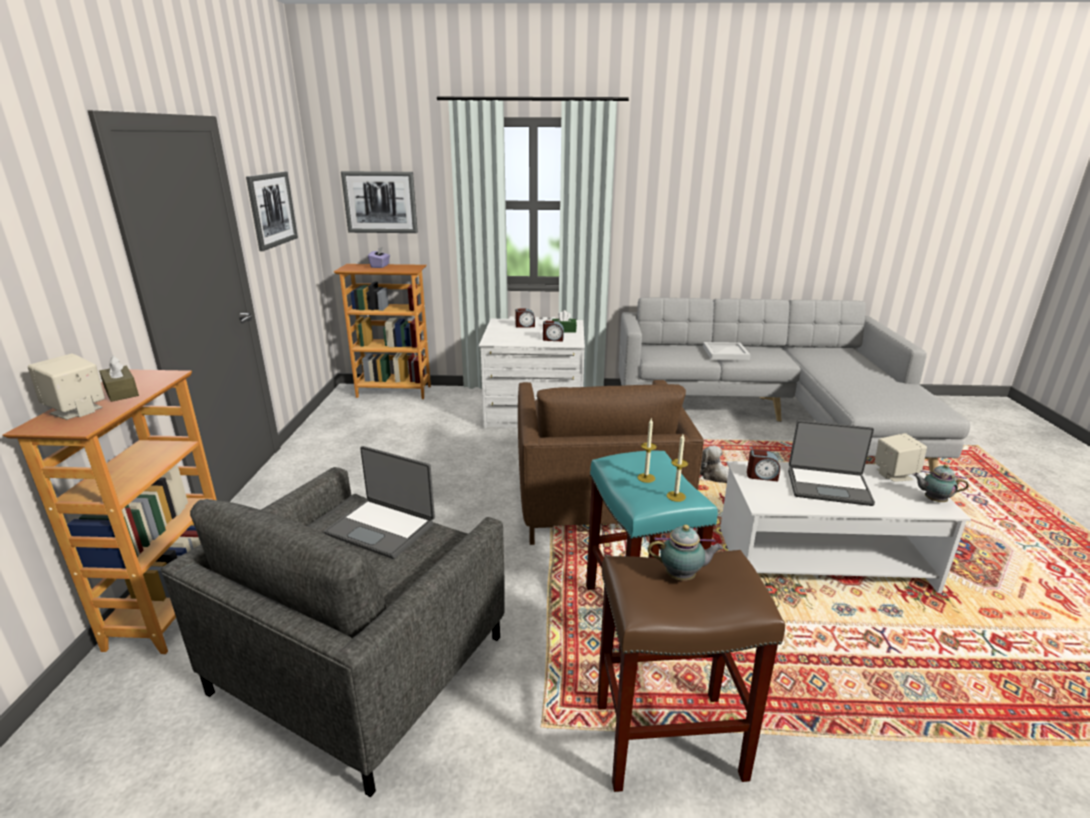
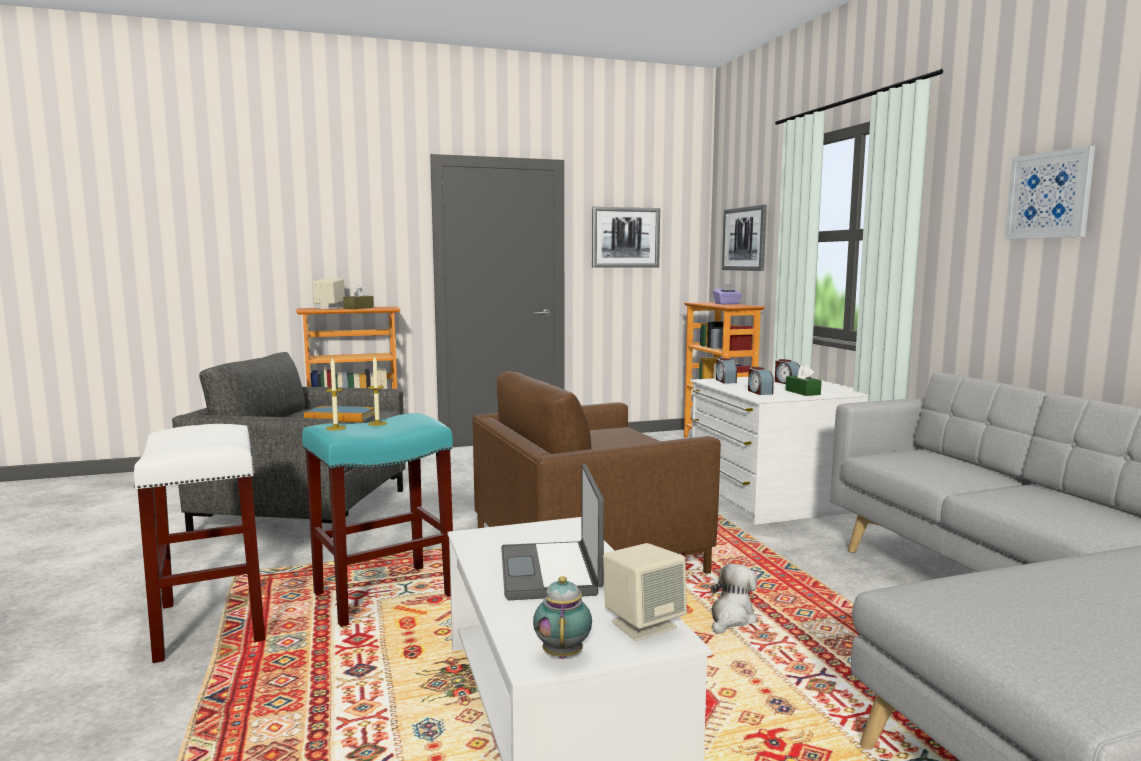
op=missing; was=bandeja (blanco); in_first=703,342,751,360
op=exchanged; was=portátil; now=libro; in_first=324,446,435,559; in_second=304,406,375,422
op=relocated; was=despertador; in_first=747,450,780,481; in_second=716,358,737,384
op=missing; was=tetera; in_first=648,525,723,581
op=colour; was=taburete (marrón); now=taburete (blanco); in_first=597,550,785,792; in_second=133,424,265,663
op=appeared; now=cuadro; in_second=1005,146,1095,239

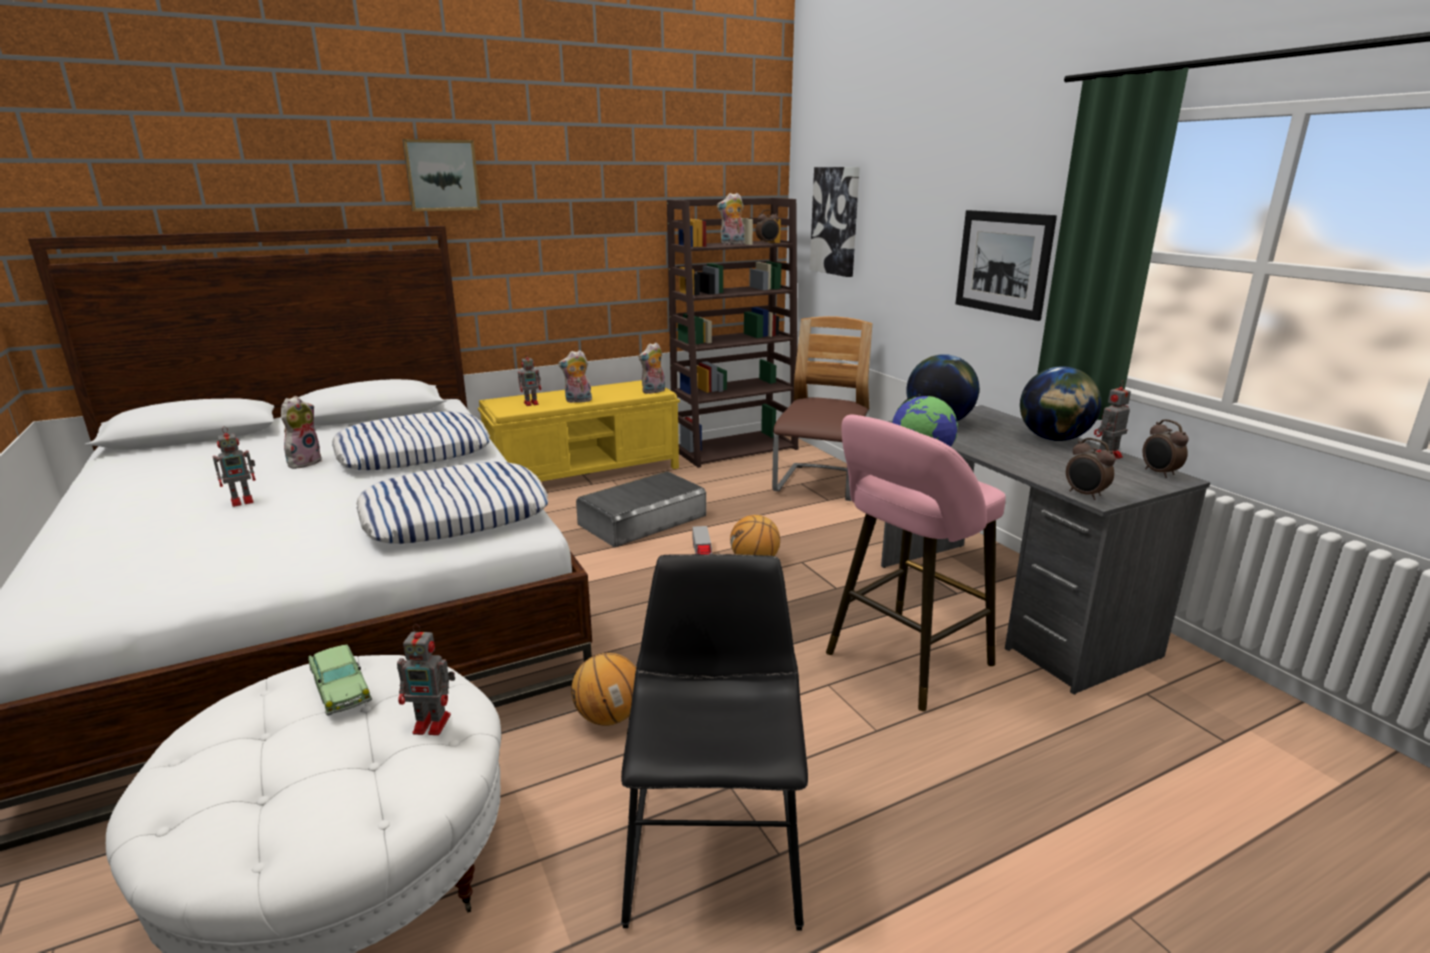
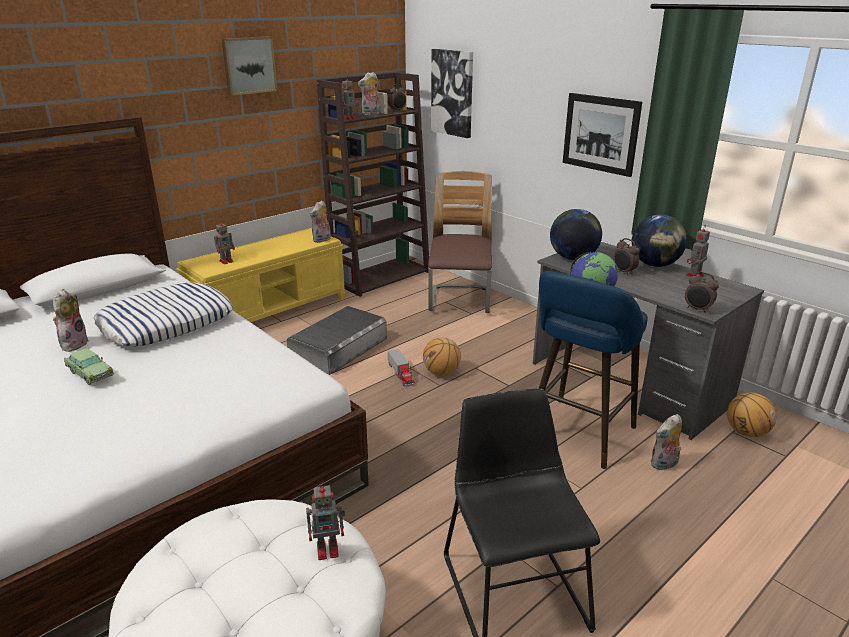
op=relocated; was=cuadro; in_first=402,139,481,211; in_second=221,36,278,96
op=relocated; was=peluche; in_first=558,350,592,403; in_second=650,414,682,470
op=colour; was=taburete (rosa); now=taburete (azul); in_first=826,414,1006,711; in_second=539,271,648,469
op=relocated; was=despertador; in_first=1143,419,1189,478; in_second=613,238,639,275
op=relocated; was=robot de juguete; in_first=213,426,256,507; in_second=342,76,358,120
op=missing; was=cojín; in_first=357,462,548,544
op=relocated; was=coche de juguete; in_first=308,644,372,716; in_second=64,348,114,385
op=relocated; was=balón de baloncesto; in_first=571,653,636,726; in_second=727,393,777,437

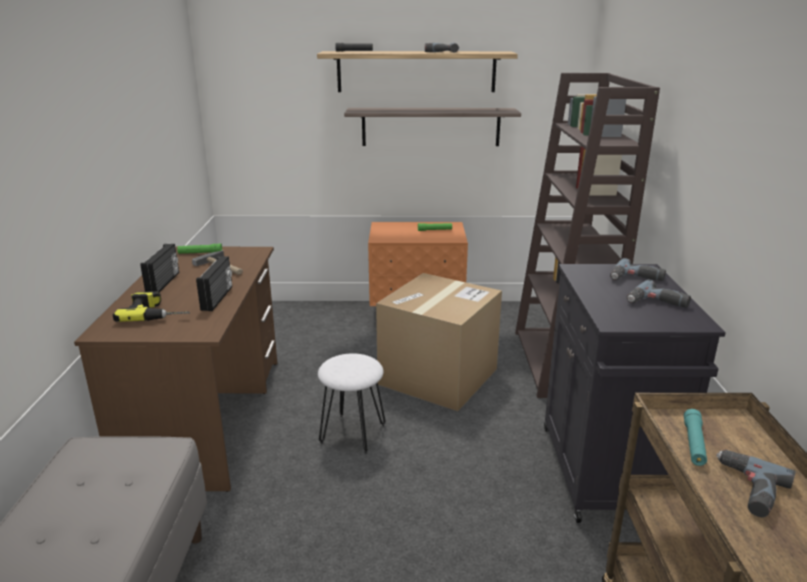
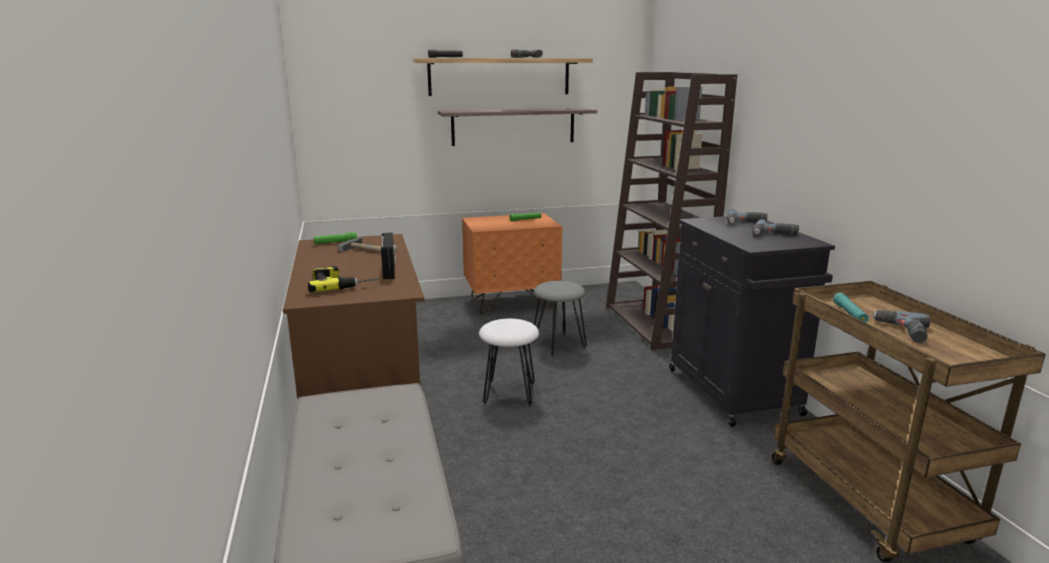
op=missing; was=radio; in_first=140,244,179,292
op=exchanged; was=caja de cartón; now=taburete (gris); in_first=376,273,502,411; in_second=532,281,587,357

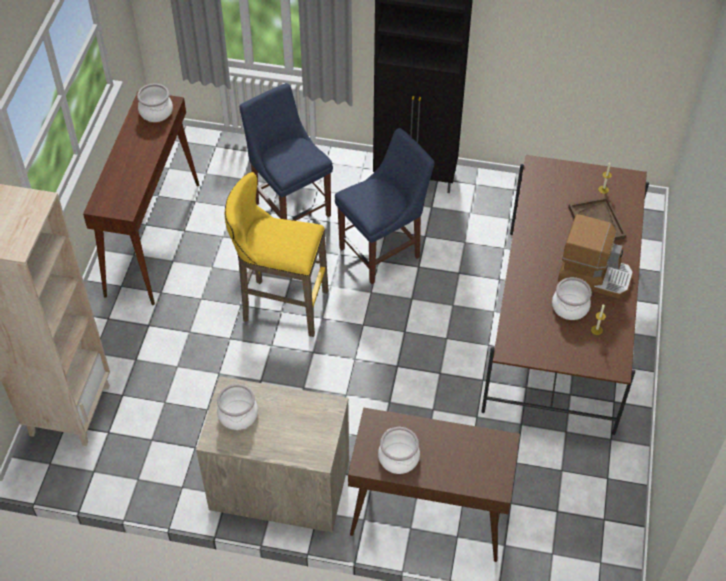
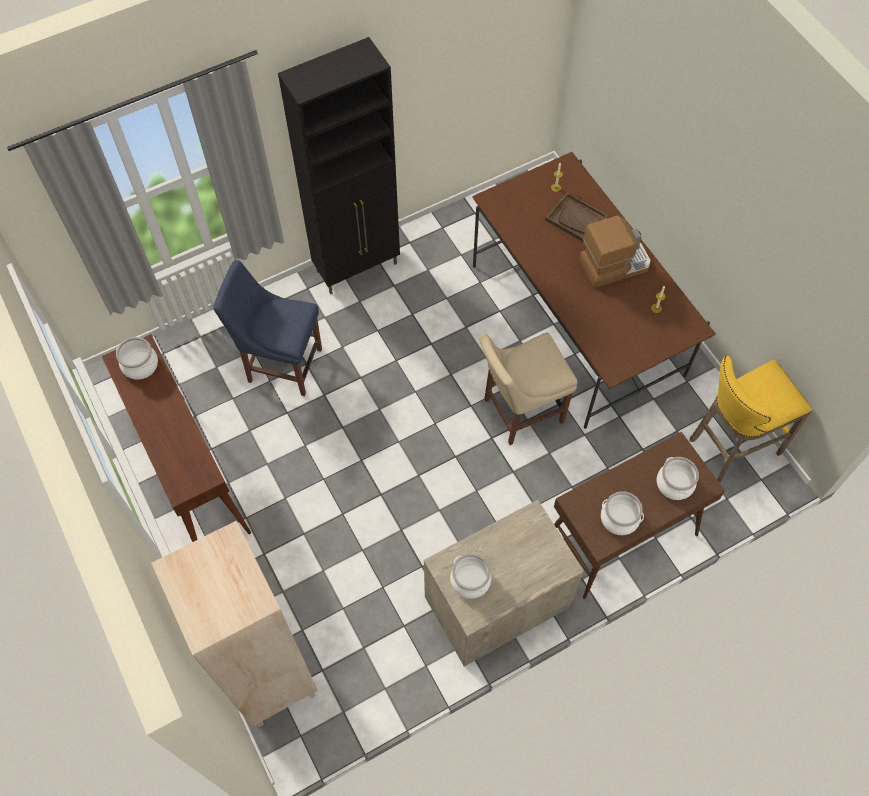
op=missing; was=silla (azul); in_first=335,128,435,284
op=relocated; was=taburete (amarillo); in_first=225,172,328,337; in_second=689,356,812,483
op=relocated; was=olla; in_first=552,277,592,320; in_second=657,457,699,500
op=appeared; now=silla (beis); in_second=479,333,578,445

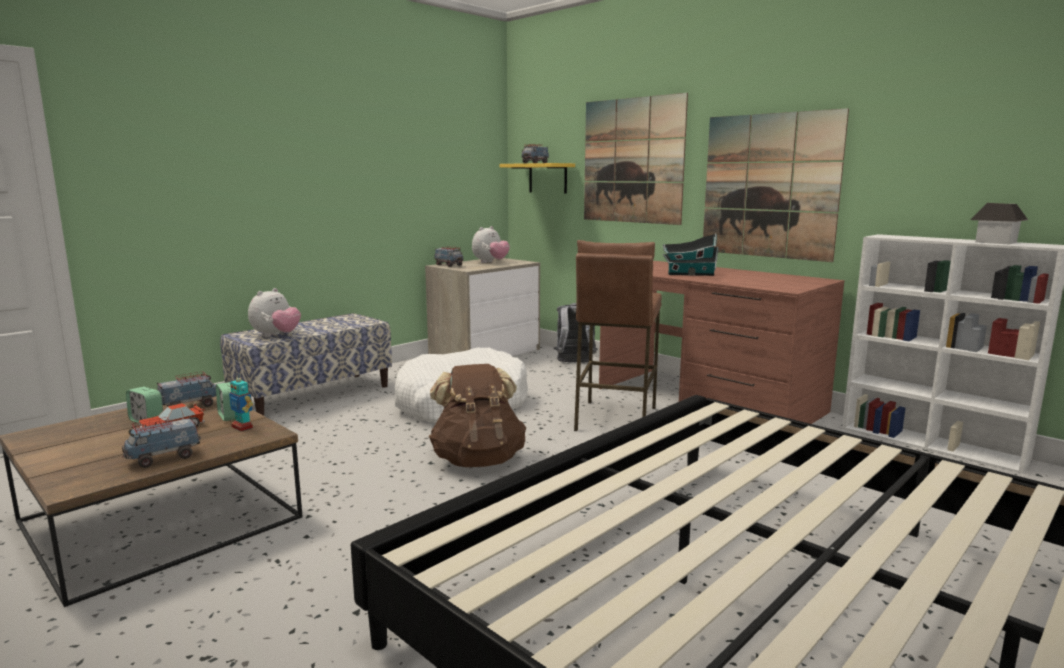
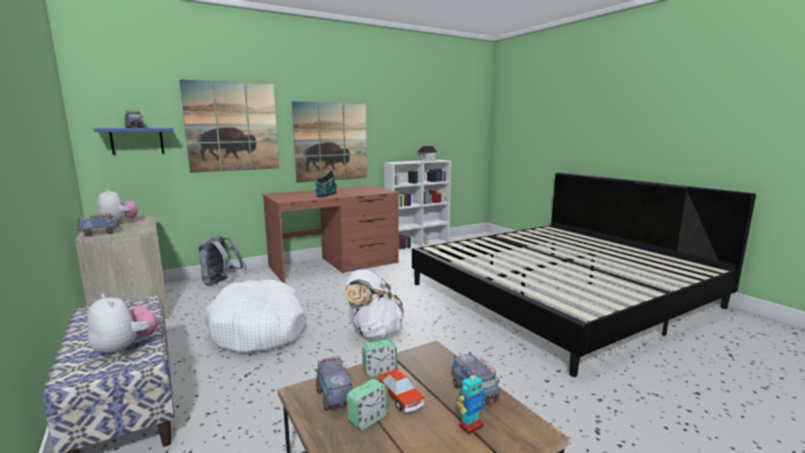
op=colour; was=estante (amarillo); now=estante (azul); in_first=500,163,575,193; in_second=94,128,174,155
op=missing; was=taburete (marrón); in_first=574,240,662,431
op=colour; was=mochila (marrón); now=mochila (blanco); in_first=429,364,526,467; in_second=343,269,404,339
op=relocated; was=robot de juguete; in_first=229,373,253,431; in_second=457,371,485,434

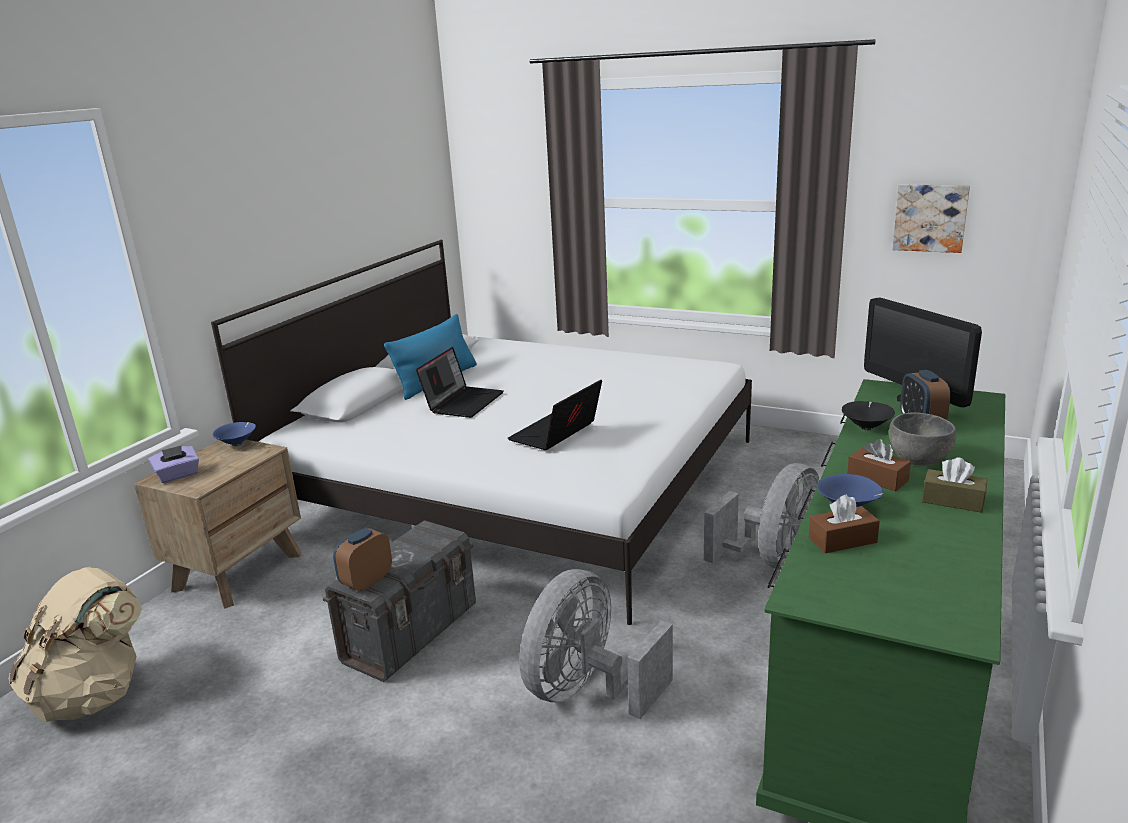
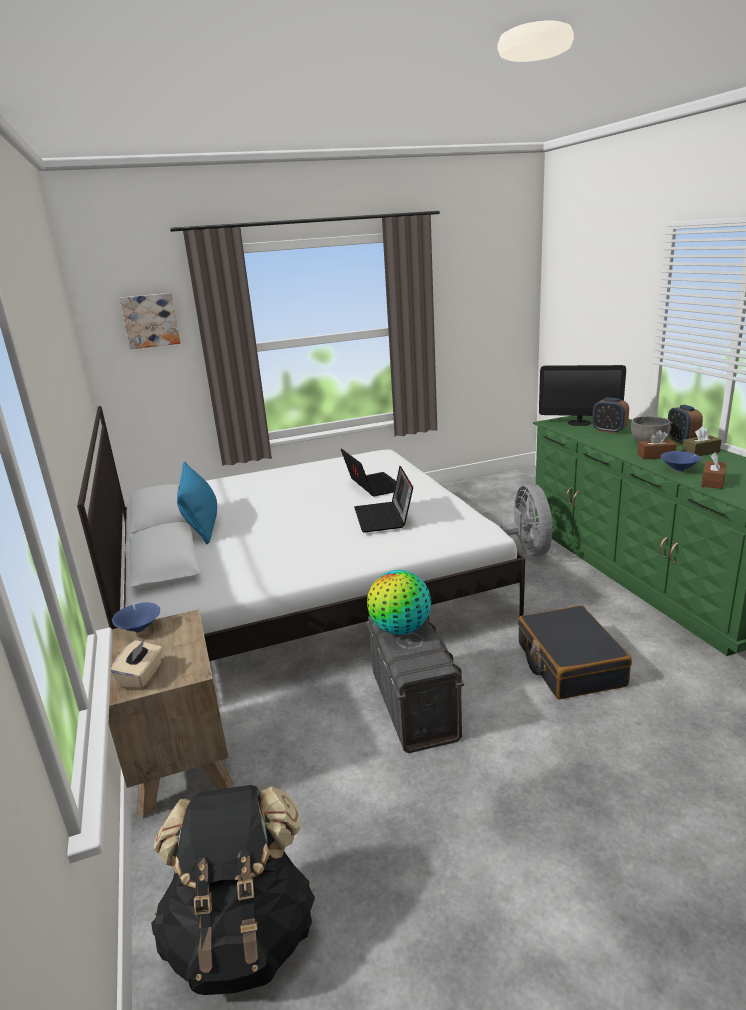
op=relocated; was=cuadro; in_first=892,185,970,253; in_second=119,293,180,349
op=relocated; was=portátil; in_first=416,347,504,418; in_second=341,448,396,497
op=missing; was=cuenco (negro); in_first=842,401,895,430
op=colour; was=caja de pañuelos (morado); now=caja de pañuelos (beis); in_first=148,446,199,483; in_second=110,640,162,689
op=relocated; was=despertador; in_first=333,528,392,591; in_second=668,405,703,444
op=colour; was=mochila (beis); now=mochila (negro); in_first=9,567,142,722; in_second=151,785,315,995
op=exchanged; was=ventilador (gris); now=maleta (negro); in_first=519,569,673,719; in_second=518,605,632,700
op=appeared; now=globo terráqueo; in_second=367,570,431,635

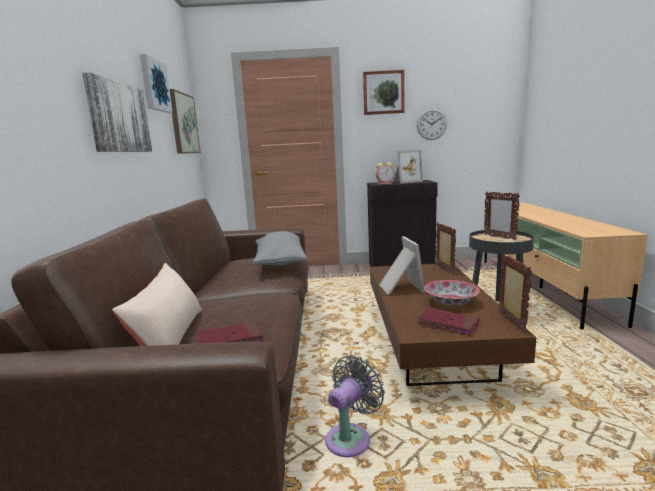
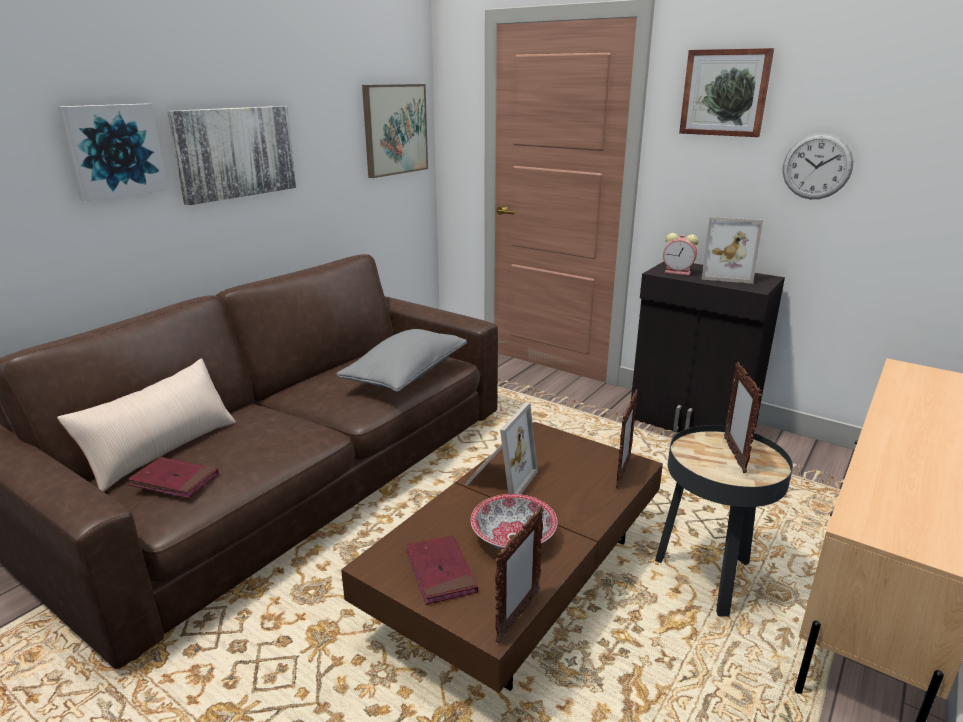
op=relocated; was=cuadro; in_first=140,54,173,113; in_second=58,104,168,201
op=missing; was=ventilador (gris); in_first=325,355,385,457

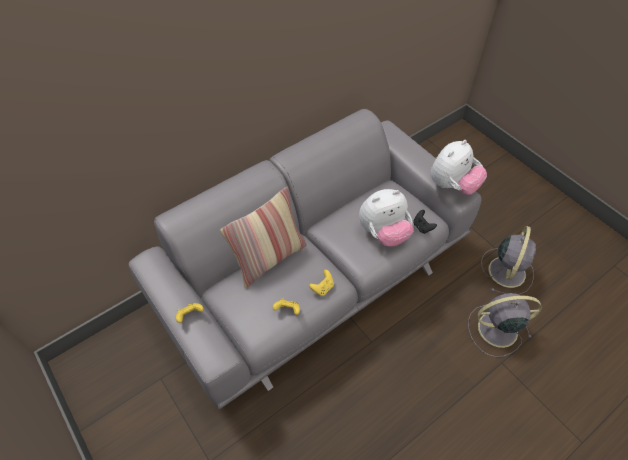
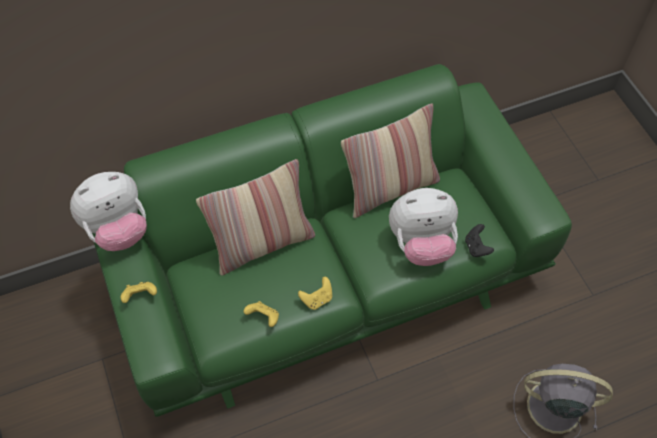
op=colour; was=sofá (gris); now=sofá (verde); in_first=129,109,481,409; in_second=92,64,572,417
op=relocated; was=peluche; in_first=430,140,487,195; in_second=70,172,147,251
op=missing; was=ventilador (gris); in_first=481,226,536,295
op=appeared; now=cojín; in_second=341,104,440,218

